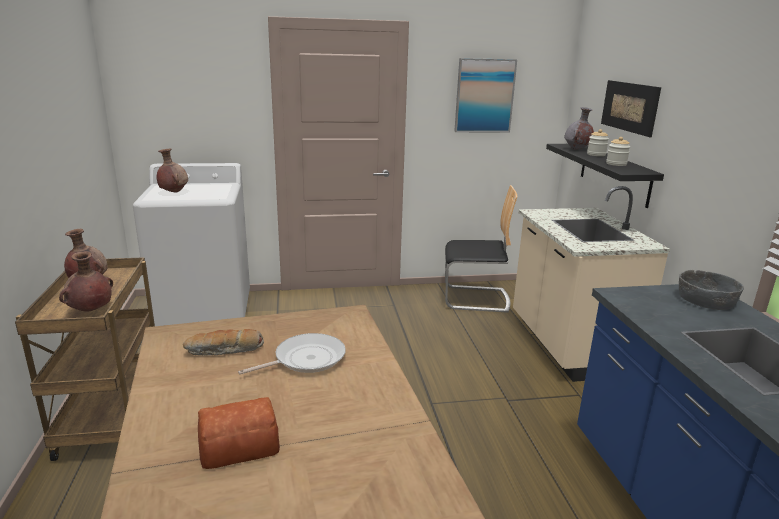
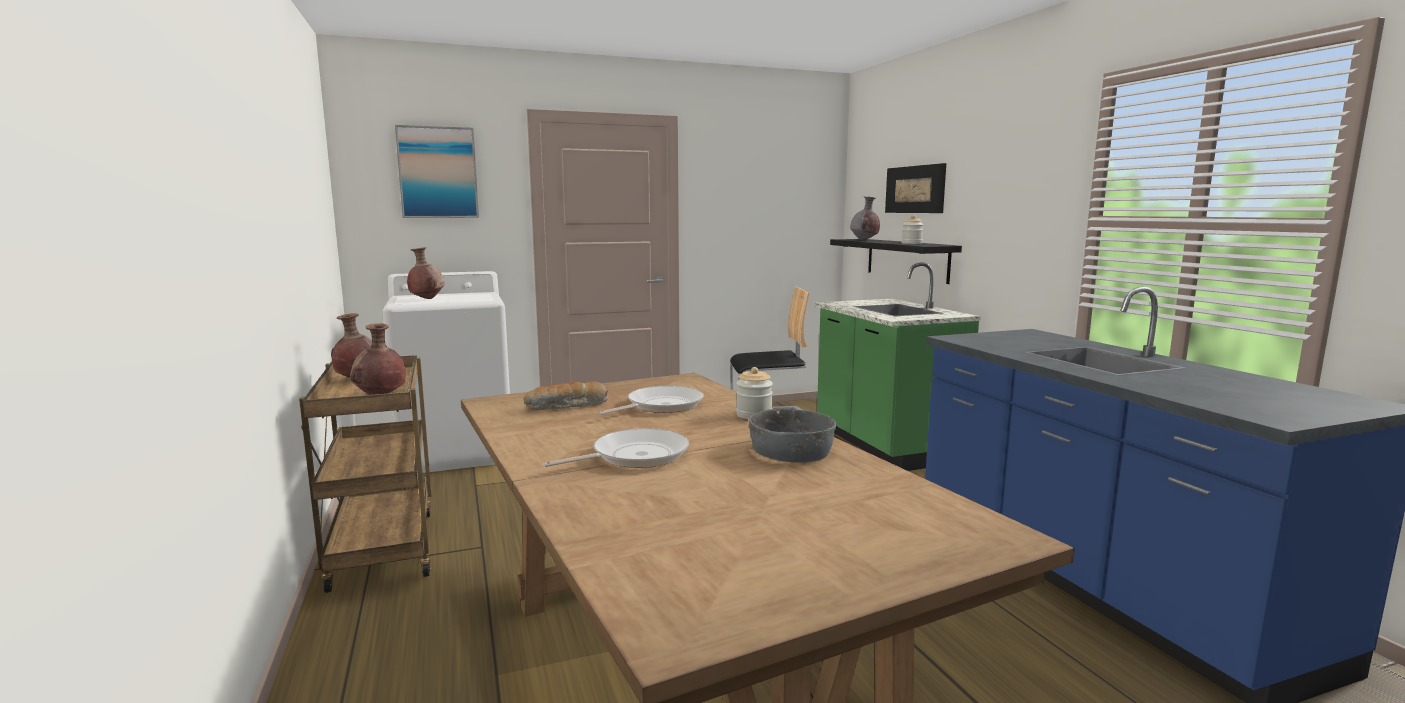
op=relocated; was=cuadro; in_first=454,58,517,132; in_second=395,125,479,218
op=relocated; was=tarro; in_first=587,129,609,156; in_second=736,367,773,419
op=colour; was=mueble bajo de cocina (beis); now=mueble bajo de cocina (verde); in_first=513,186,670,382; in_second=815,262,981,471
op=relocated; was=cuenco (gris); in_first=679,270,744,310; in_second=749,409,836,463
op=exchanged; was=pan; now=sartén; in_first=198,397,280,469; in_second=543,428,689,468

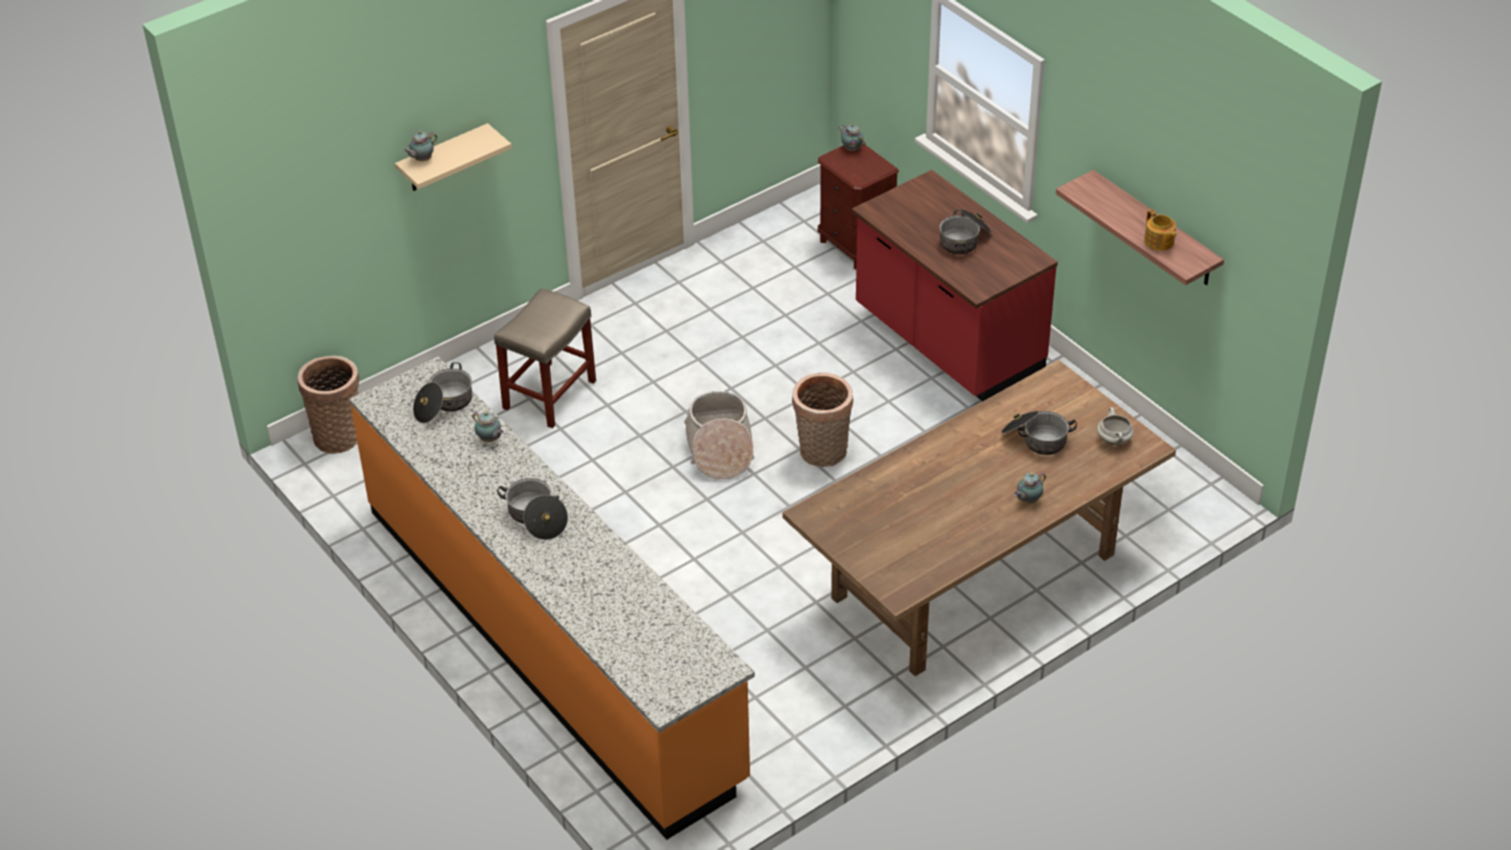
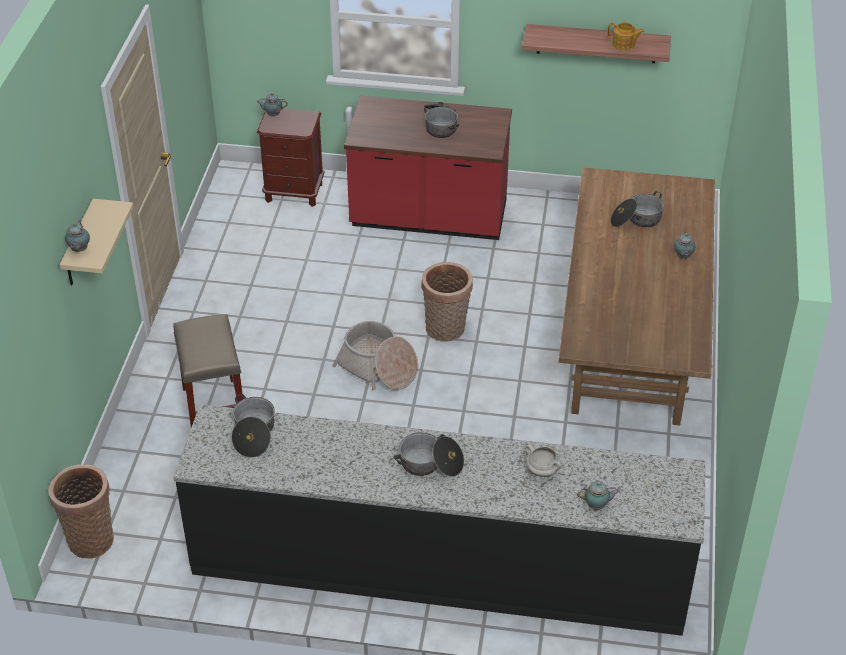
op=colour; was=mueble bajo de cocina (naranja); now=mueble bajo de cocina (negro); in_first=349,356,755,840; in_second=173,404,705,636
op=relocated; was=olla (blanco); in_first=1097,407,1134,445; in_second=525,444,562,477
op=relocated; was=tetera; in_first=473,411,504,442; in_second=577,481,620,510

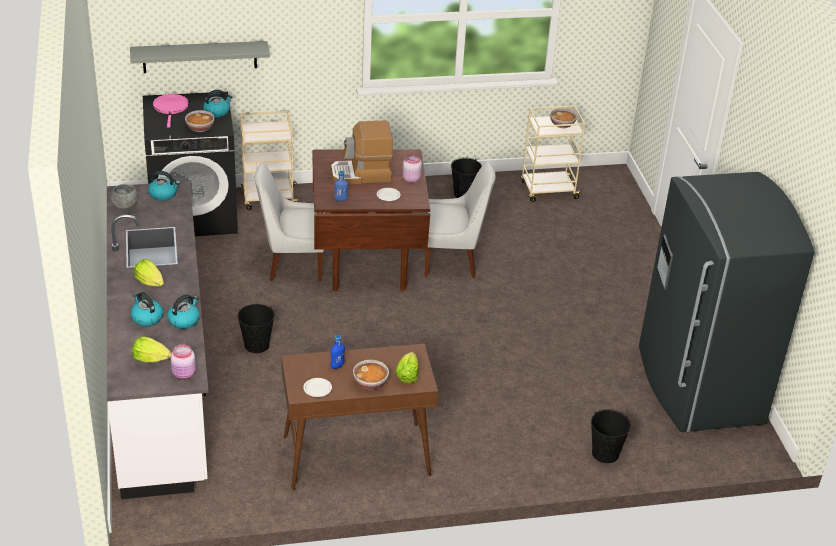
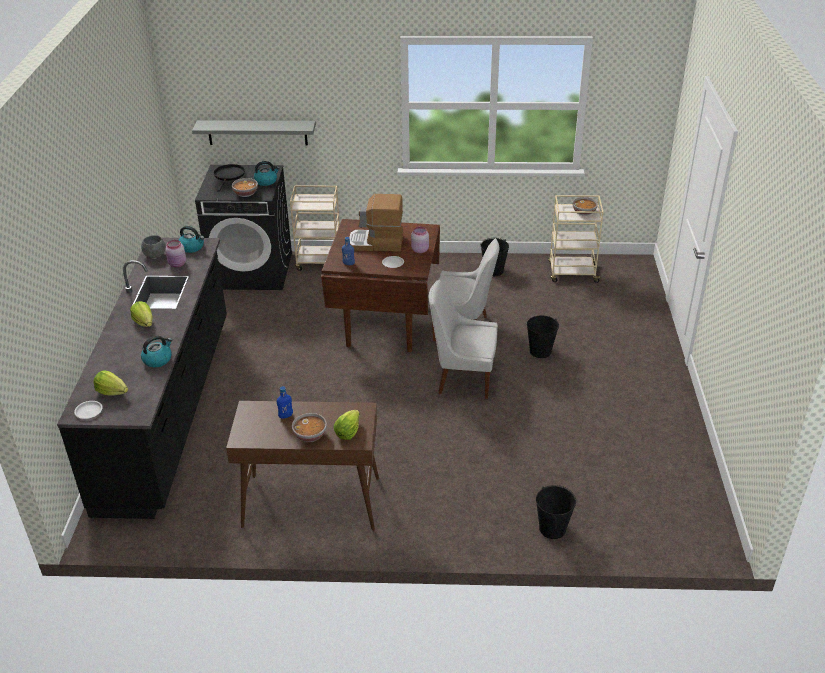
op=colour; was=sartén (rosa); now=sartén (negro); in_first=153,94,189,128; in_second=213,164,245,192
op=relocated; was=silla (blanco); in_first=255,163,324,281; in_second=429,280,498,399
op=missing; was=nevera (gris); in_first=639,172,815,432
op=colour; was=mueble bajo de cocina (blanco); now=mueble bajo de cocina (negro); in_first=107,181,208,499; in_second=57,238,227,519
op=missing; was=hervidor; in_first=130,292,163,326
op=relocated; was=cubo (negro); in_first=238,304,275,353; in_second=527,316,559,358
op=relocated; was=tarro (rosa); in_first=171,344,196,380; in_second=165,240,186,267
op=relocated; was=plato (blanco); in_first=303,378,332,397; in_second=74,401,103,419

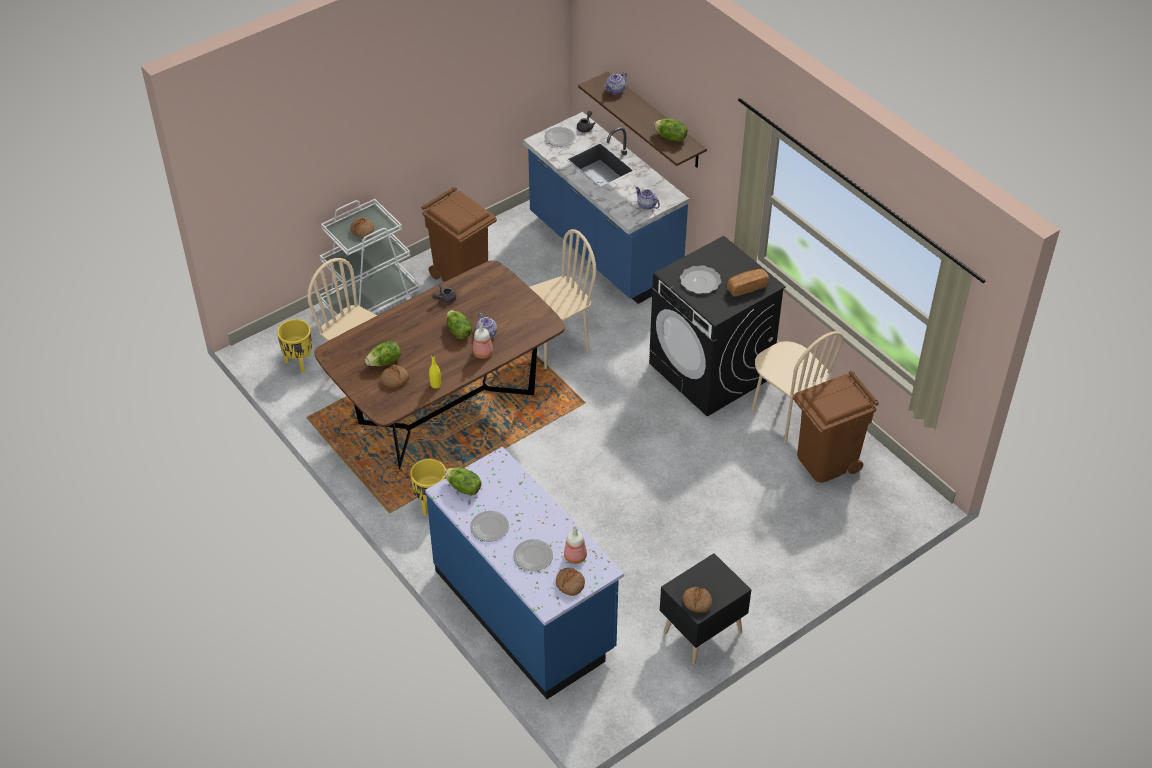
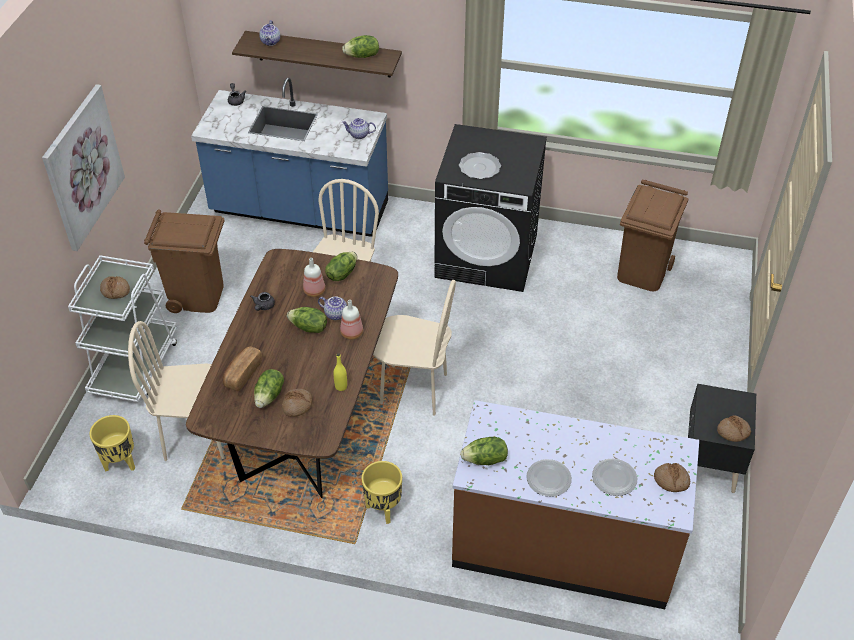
op=missing; was=plato; in_first=545,127,576,147
op=relocated; was=pan; in_first=727,269,769,296; in_second=223,346,262,391
op=relocated; was=silla (beis); in_first=752,331,843,443; in_second=373,280,456,416
op=colour; was=mueble bajo de cocina (azul); now=mueble bajo de cocina (marrón); in_first=425,447,624,699; in_second=452,400,699,609
op=relocated; was=botella; in_first=564,526,587,564; in_second=303,258,325,297
op=appeared; now=cuadro; in_second=42,84,125,251
op=appeared; now=lechuga; in_second=325,252,357,281

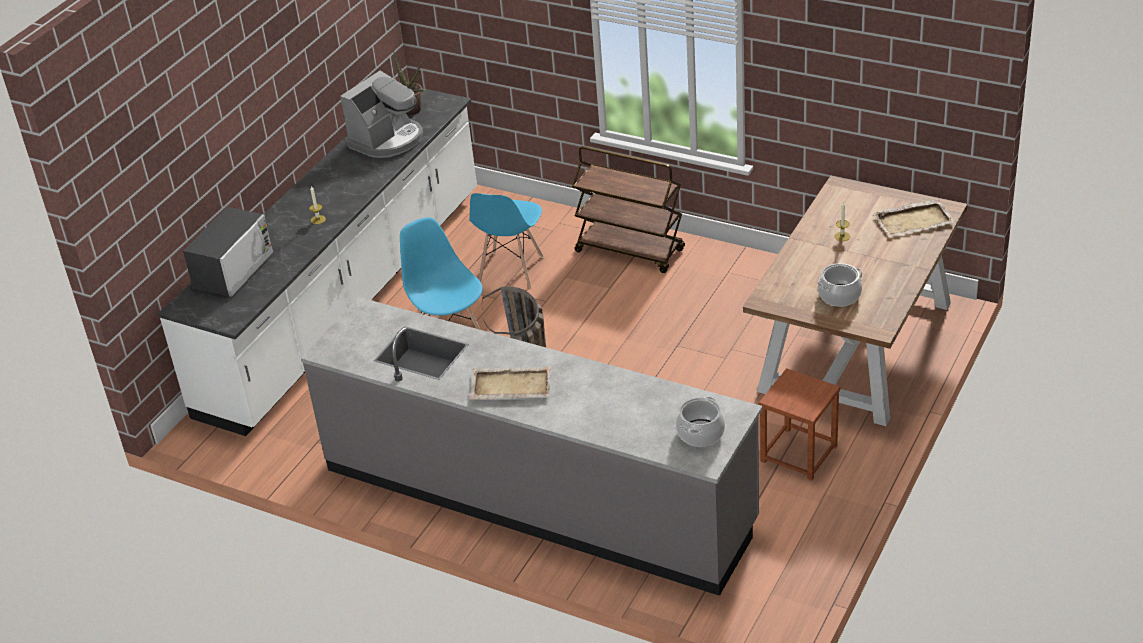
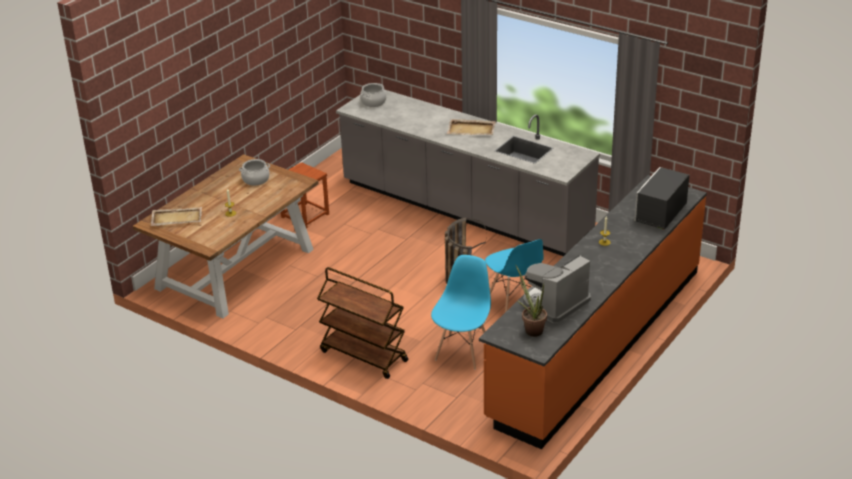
op=colour; was=mueble bajo de cocina (blanco); now=mueble bajo de cocina (naranja); in_first=158,88,477,436; in_second=479,175,707,449

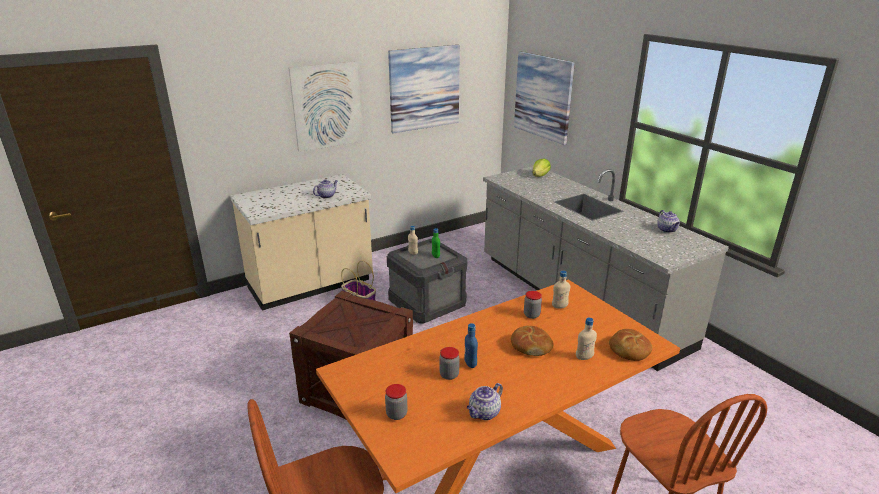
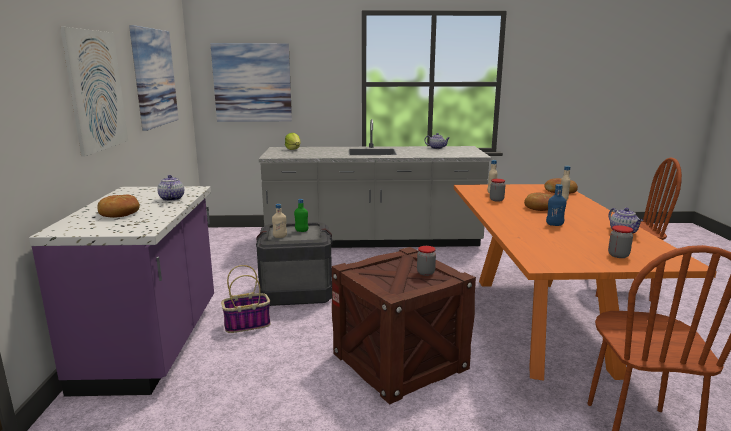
op=colour; was=mueble bajo de cocina (beis); now=mueble bajo de cocina (morado); in_first=230,174,373,311; in_second=29,186,214,397
op=relocated; was=tarro; in_first=439,347,460,380; in_second=417,246,436,276
op=appeared; now=pan; in_second=98,194,140,217

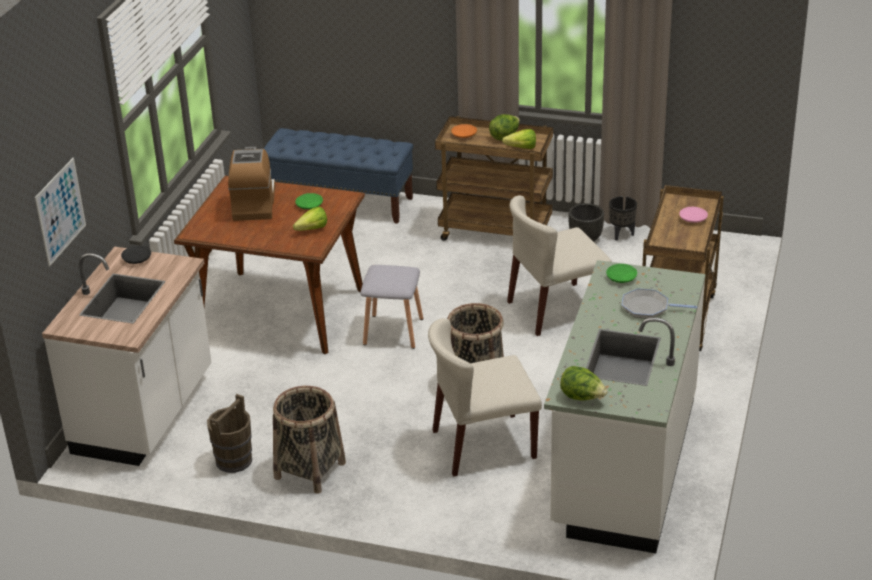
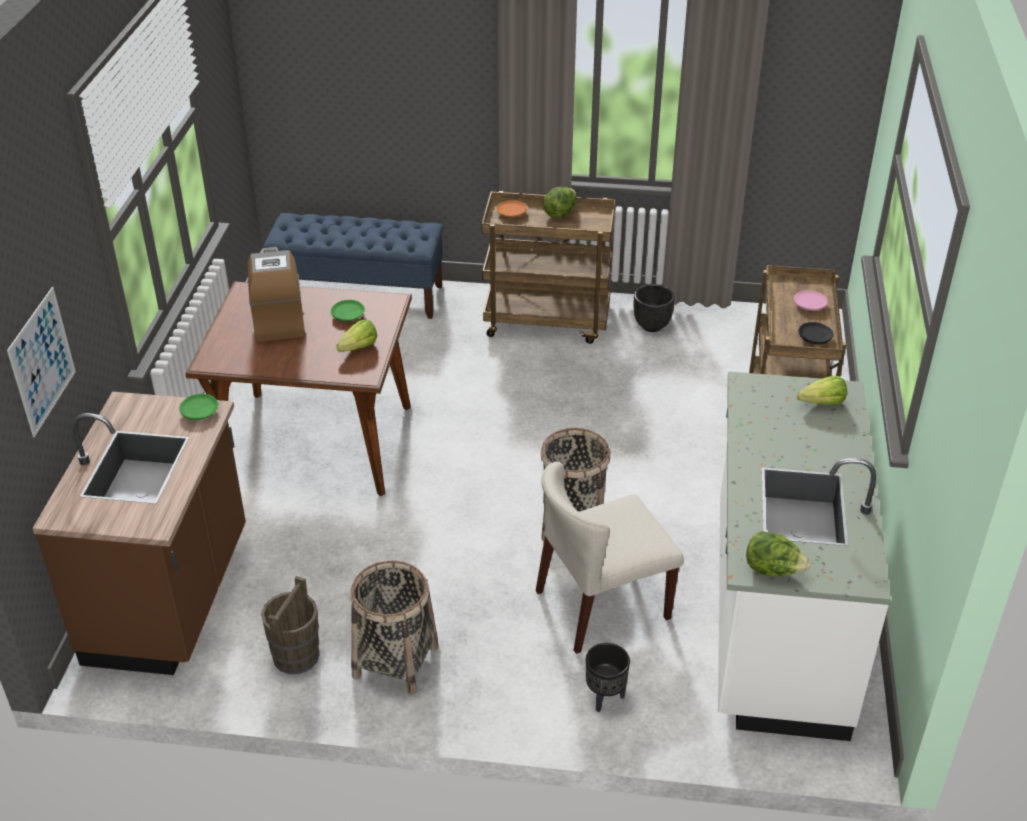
op=relocated; was=lechuga; in_first=502,129,536,149; in_second=797,376,847,405
op=missing; was=silla (beis); in_first=507,195,612,336
op=relocated; was=maceta (negro); in_first=609,196,637,240; in_second=586,643,630,712
op=relocated; was=plato (negro); in_first=121,246,151,264; in_second=798,322,834,344
op=colour; was=mueble bajo de cocina (blanco); now=mueble bajo de cocina (marrón); in_first=42,247,211,466; in_second=32,392,246,675
op=relocated; was=plato (verde); in_first=606,264,637,283; in_second=179,394,218,420
op=missing; was=taburete (gris); in_first=360,265,423,349
op=missing; was=sartén; in_first=622,288,697,319

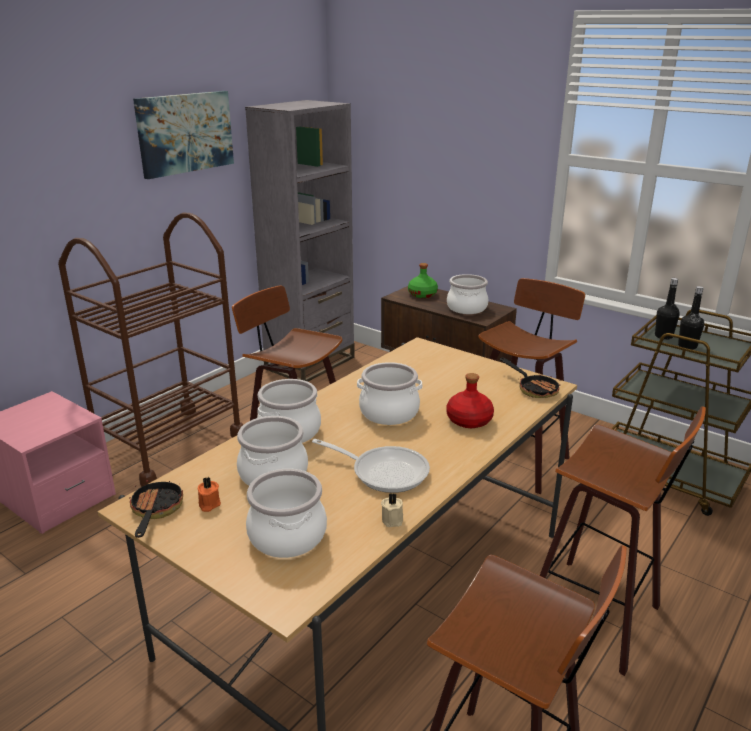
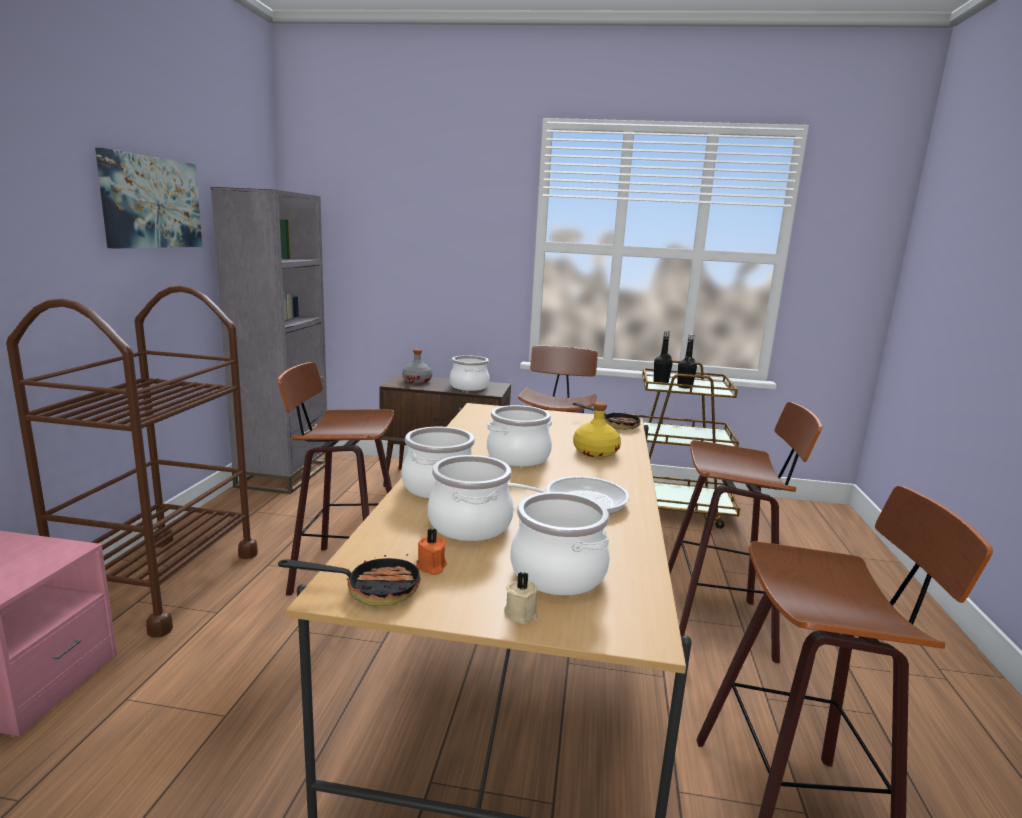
op=colour; was=botella (verde); now=botella (gris); in_first=408,263,438,298; in_second=402,349,432,384
op=colour; was=botella (rojo); now=botella (amarillo); in_first=447,373,494,428; in_second=573,402,621,458
op=spun; was=sartén; in_first=129,473,183,538; in_second=278,553,421,606; clockwise=120
op=relocated; was=vela (beis); in_first=381,493,403,527; in_second=504,572,538,624

